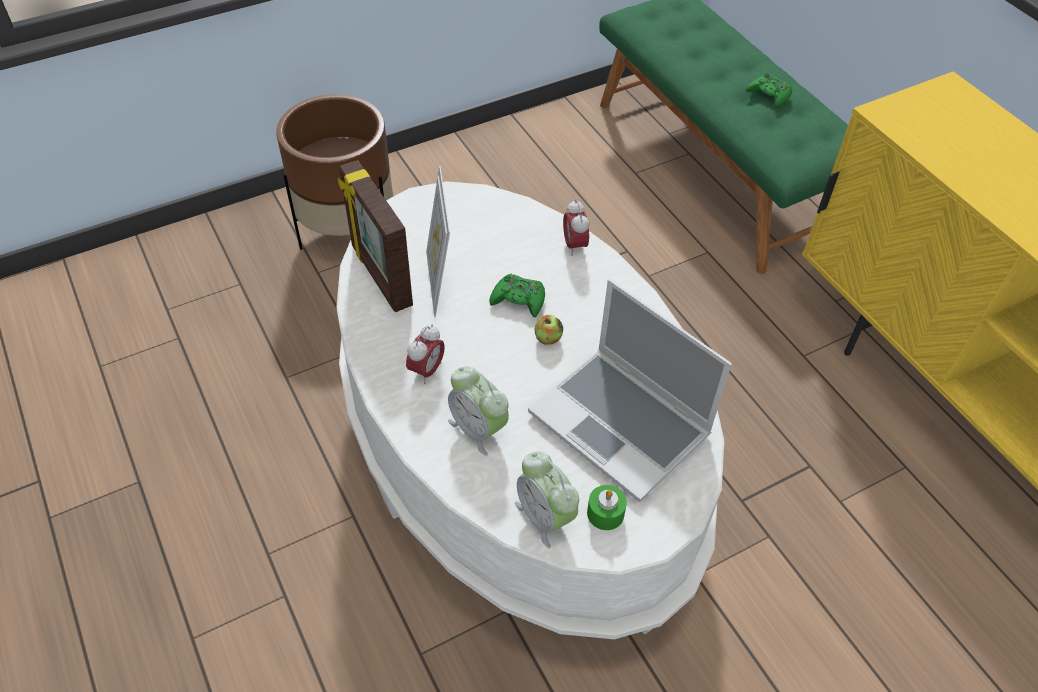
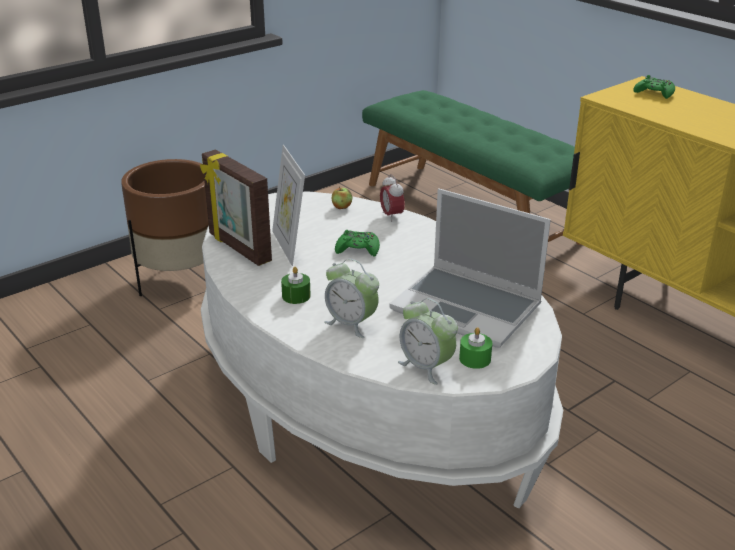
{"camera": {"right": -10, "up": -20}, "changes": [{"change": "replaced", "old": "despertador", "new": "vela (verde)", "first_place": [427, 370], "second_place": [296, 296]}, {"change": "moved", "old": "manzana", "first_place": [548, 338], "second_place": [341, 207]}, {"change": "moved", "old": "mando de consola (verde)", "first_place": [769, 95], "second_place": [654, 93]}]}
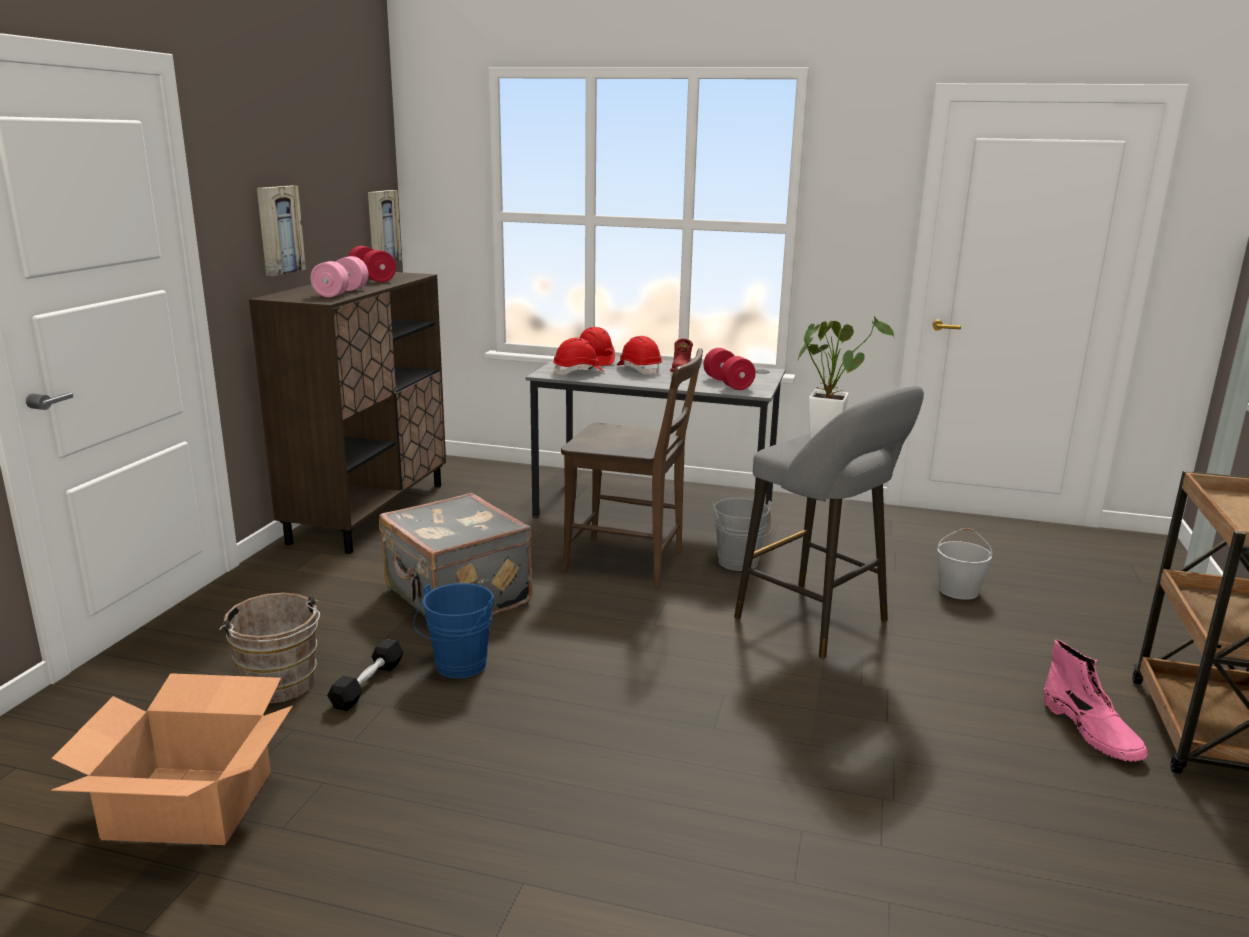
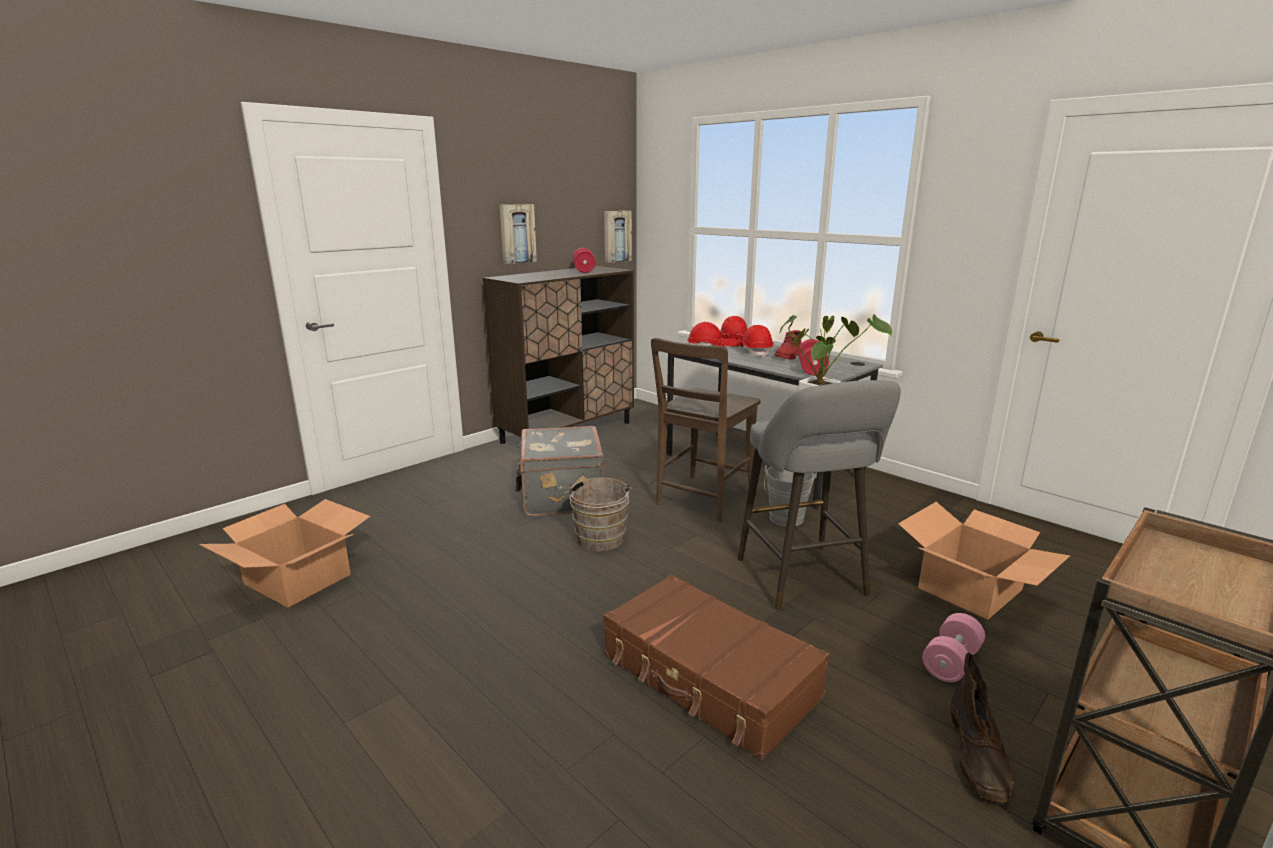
{"camera": {"right": 30, "up": 0}, "changes": [{"change": "moved", "old": "cubo (marrón)", "first_place": [280, 687], "second_place": [600, 541]}, {"change": "moved", "old": "mancuerna (rosa)", "first_place": [341, 293], "second_place": [951, 662]}, {"change": "removed", "old": "mancuerna (negro)", "first_place": [368, 684]}, {"change": "removed", "old": "cubo (azul)", "first_place": [458, 668]}, {"change": "turned", "old": "silla (marrón)", "first_place": [630, 562], "second_place": [702, 500], "degrees": 75}, {"change": "replaced", "old": "cubo (blanco)", "new": "caja de cartón", "first_place": [959, 590], "second_place": [971, 589]}, {"change": "recoloured", "old": "bota (rosa)", "new": "bota (marrón)", "first_place": [1091, 731], "second_place": [978, 756]}, {"change": "added", "new": "maleta (marrón)", "second_place": [708, 678]}]}
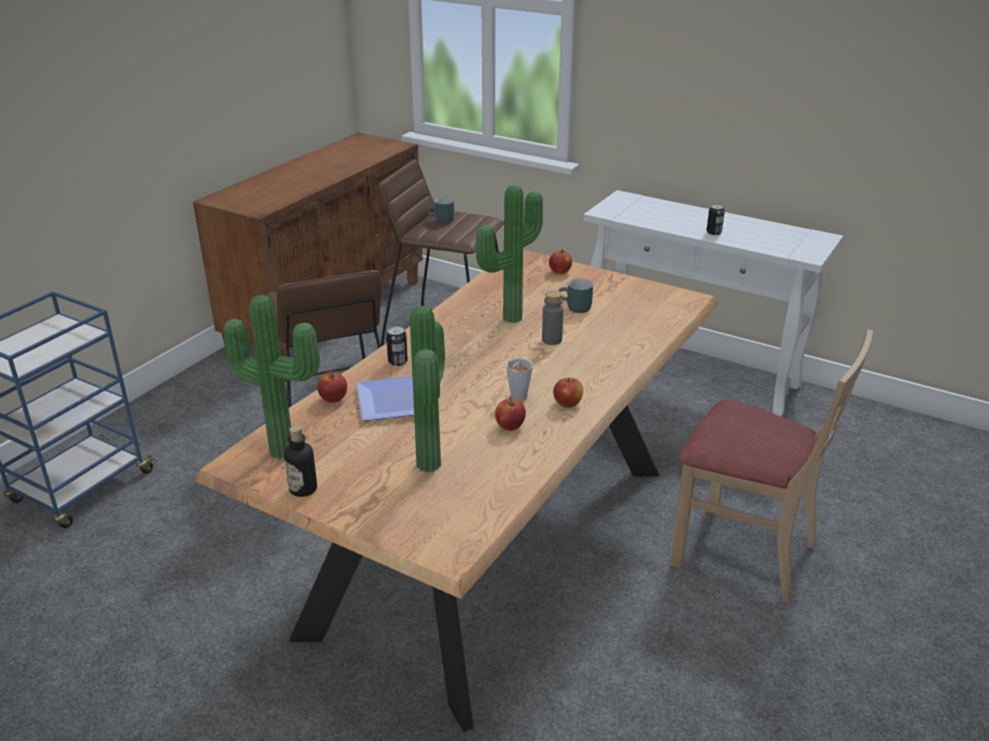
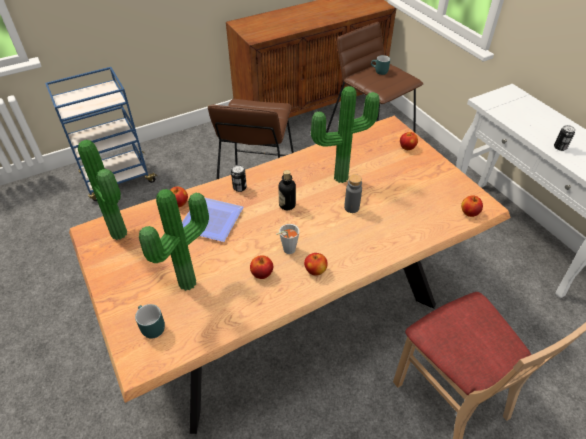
{"camera": {"right": 30, "up": 15}, "changes": [{"change": "moved", "old": "botella", "first_place": [303, 489], "second_place": [287, 205]}, {"change": "moved", "old": "taza grande (turquesa)", "first_place": [574, 308], "second_place": [150, 327]}, {"change": "added", "new": "manzana", "second_place": [469, 213]}]}
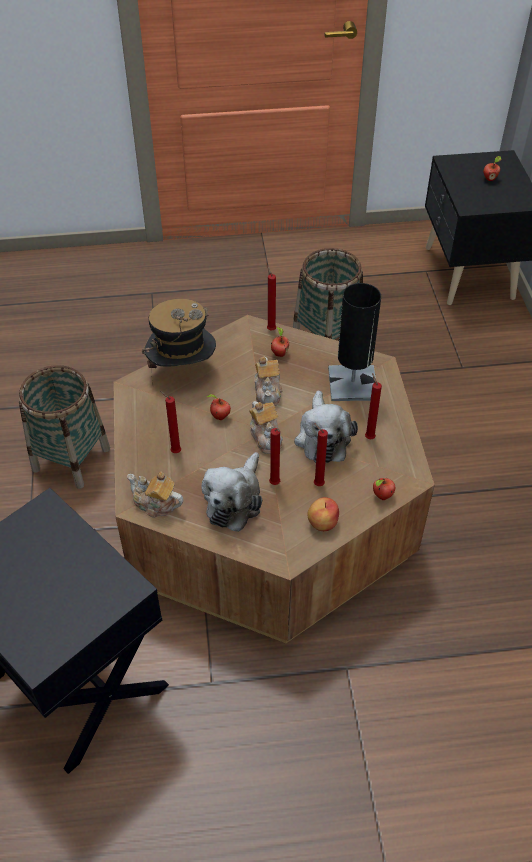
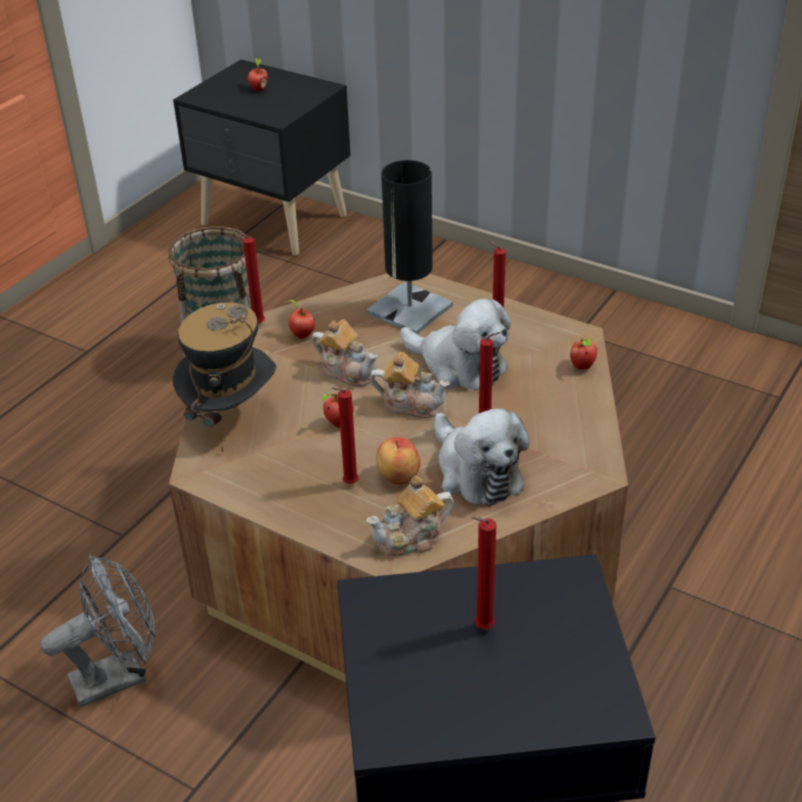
{"camera": {"right": -50, "up": -10}, "changes": [{"change": "replaced", "old": "cesta", "new": "ventilador (gris)", "first_place": [71, 459], "second_place": [119, 675]}, {"change": "moved", "old": "manzana", "first_place": [322, 522], "second_place": [397, 476]}, {"change": "moved", "old": "vela (rojo)", "first_place": [317, 484], "second_place": [481, 628]}]}
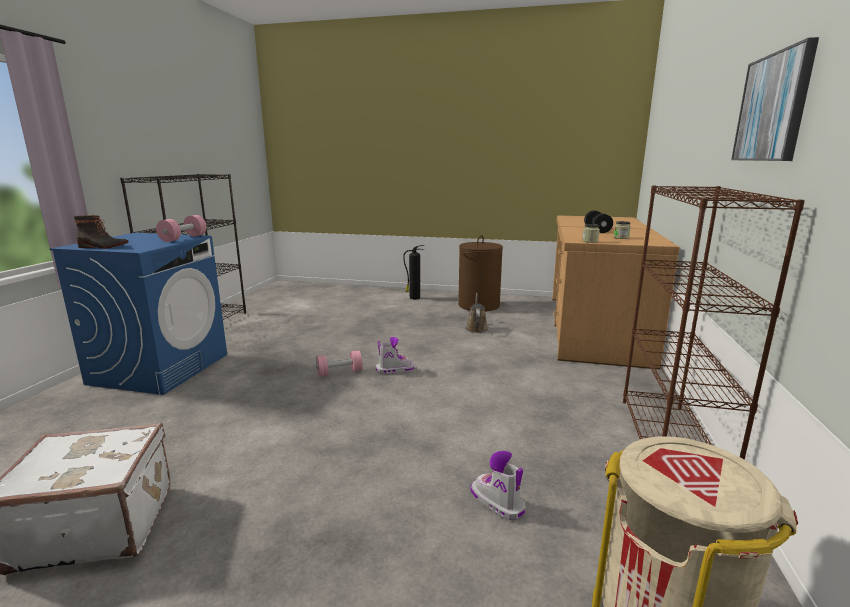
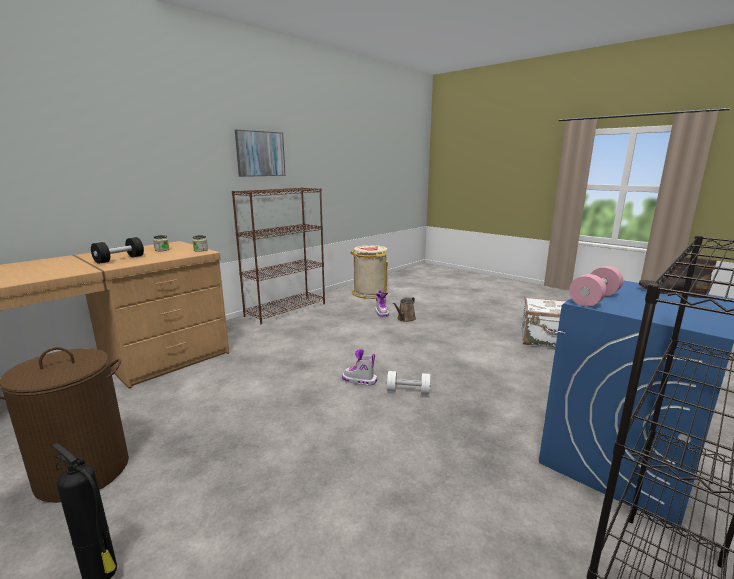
{"camera": {"right": -150, "up": 0}, "changes": [{"change": "recoloured", "old": "mancuerna (rosa)", "new": "mancuerna (blanco)", "first_place": [340, 372], "second_place": [408, 391]}, {"change": "moved", "old": "regadera (marrón)", "first_place": [476, 328], "second_place": [405, 319]}]}
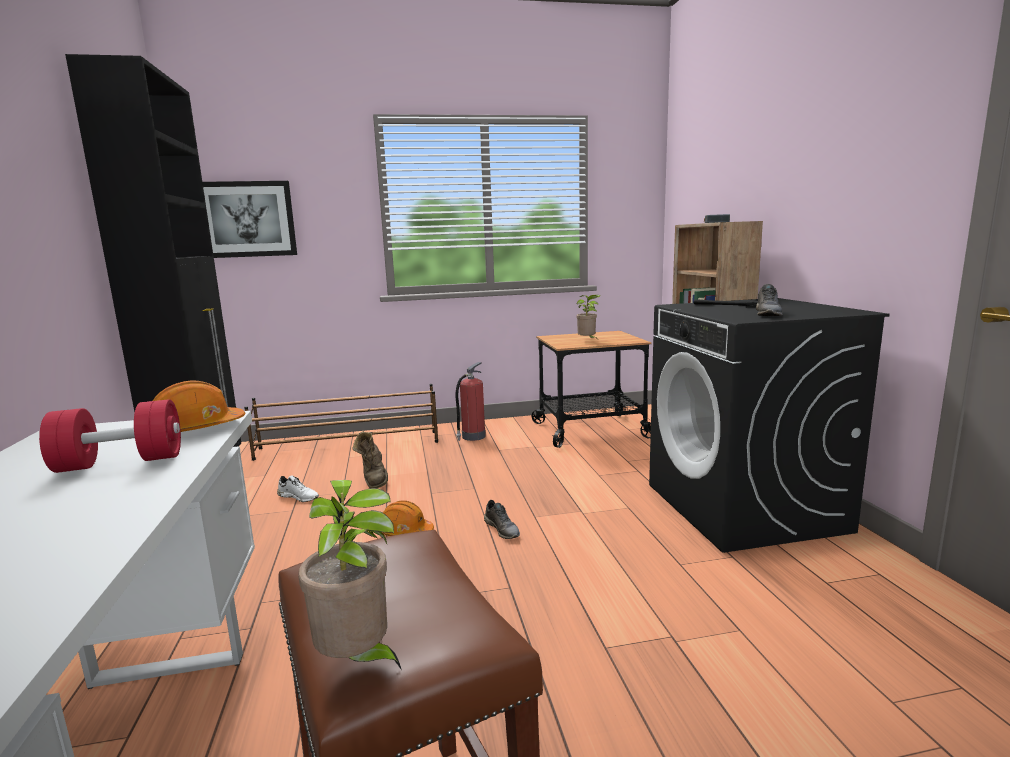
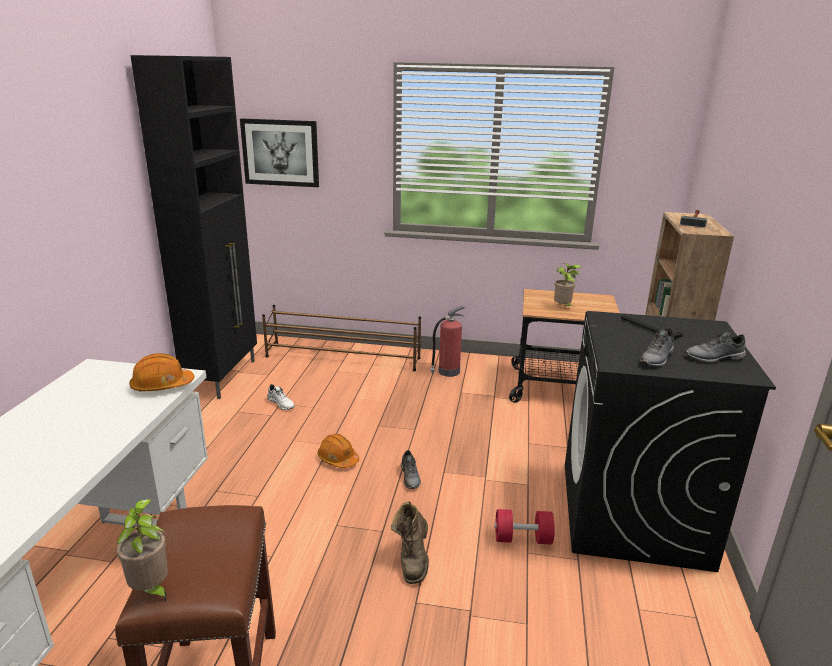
{"camera": {"right": 20, "up": 10}, "changes": [{"change": "moved", "old": "mancuerna (rojo)", "first_place": [121, 462], "second_place": [522, 538]}, {"change": "moved", "old": "bota (marrón)", "first_place": [374, 479], "second_place": [413, 560]}, {"change": "added", "new": "zapato (gris)", "second_place": [714, 358]}]}
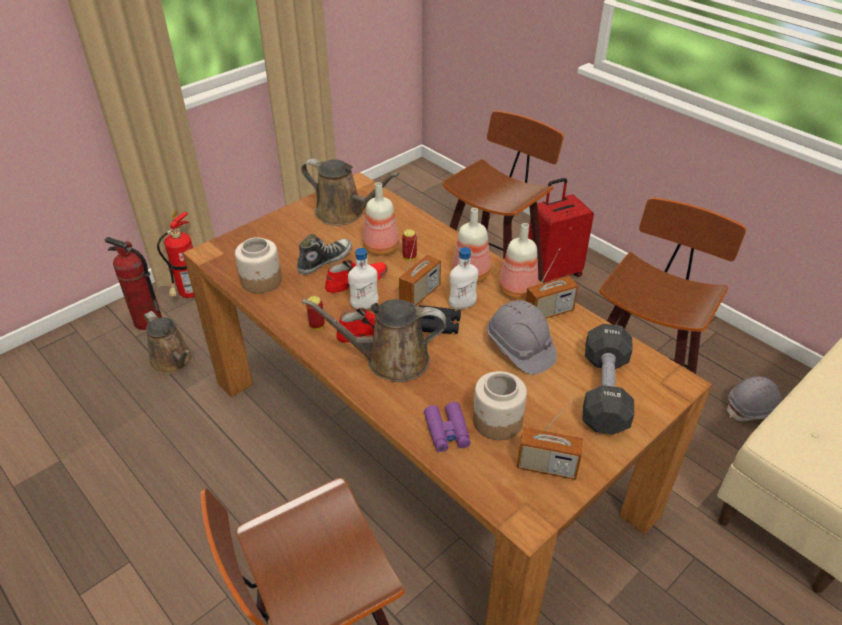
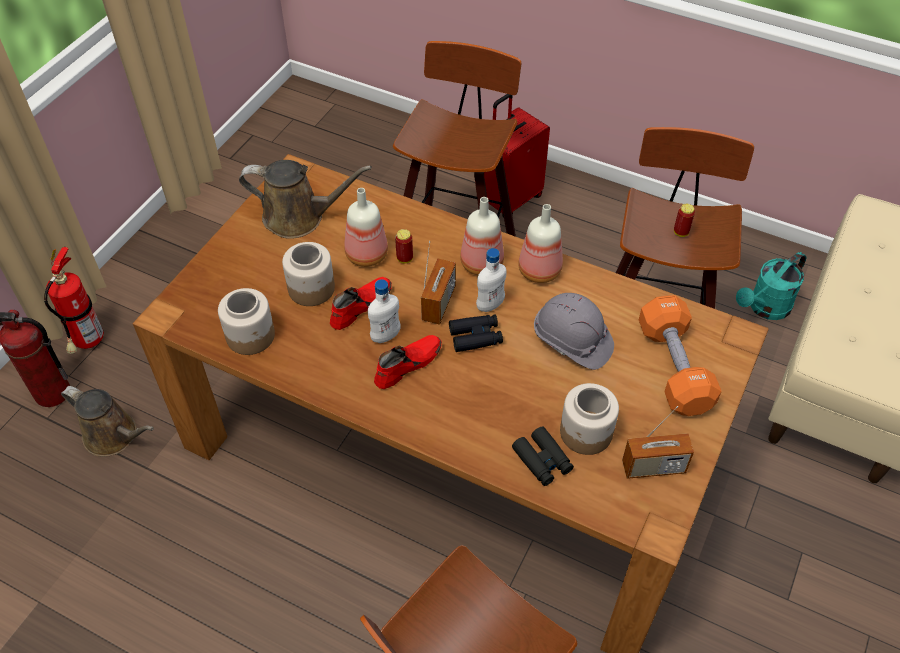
{"camera": {"right": -20, "up": 10}, "changes": [{"change": "replaced", "old": "zapato", "new": "tarro", "first_place": [325, 260], "second_place": [310, 289]}, {"change": "removed", "old": "regadera (marrón)", "first_place": [390, 360]}, {"change": "moved", "old": "lata", "first_place": [317, 326], "second_place": [681, 232]}, {"change": "recoloured", "old": "prismáticos (morado)", "new": "prismáticos (negro)", "first_place": [447, 432], "second_place": [542, 460]}, {"change": "removed", "old": "radio", "first_place": [549, 312]}, {"change": "recoloured", "old": "mancuerna (negro)", "new": "mancuerna (naranja)", "first_place": [604, 392], "second_place": [674, 368]}, {"change": "replaced", "old": "casco (gris)", "new": "regadera (turquesa)", "first_place": [753, 409], "second_place": [765, 308]}]}
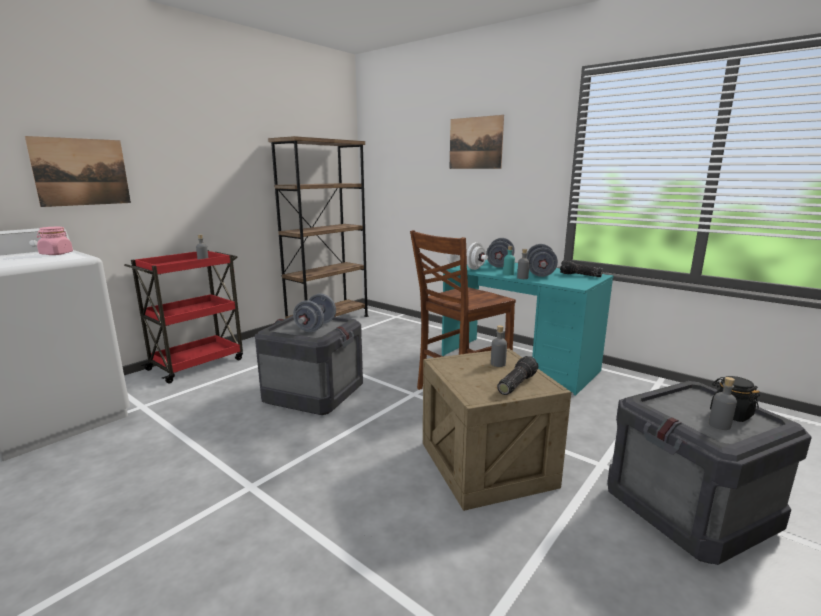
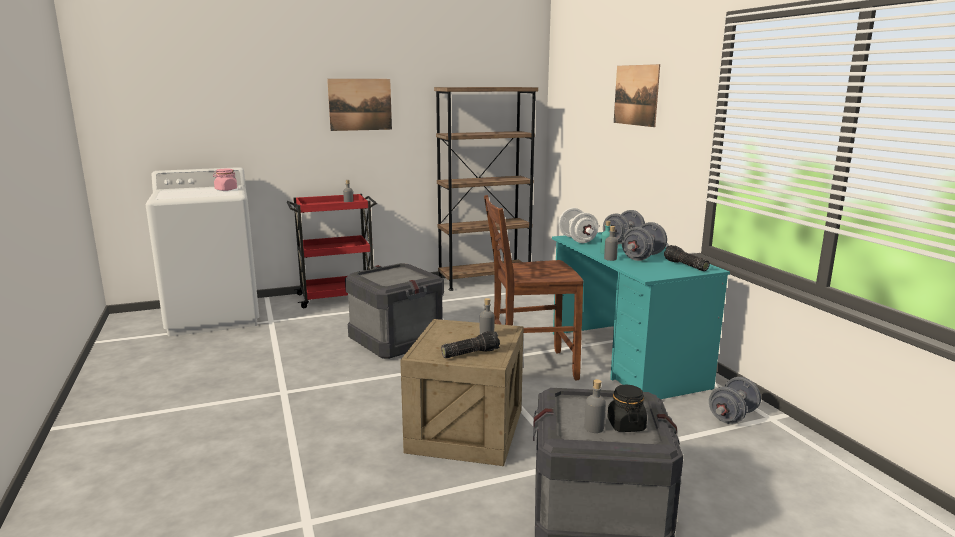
{"camera": {"right": 30, "up": 0}, "changes": [{"change": "moved", "old": "cuadro", "first_place": [81, 172], "second_place": [360, 104]}, {"change": "moved", "old": "mancuerna (gris)", "first_place": [316, 327], "second_place": [732, 416]}]}
